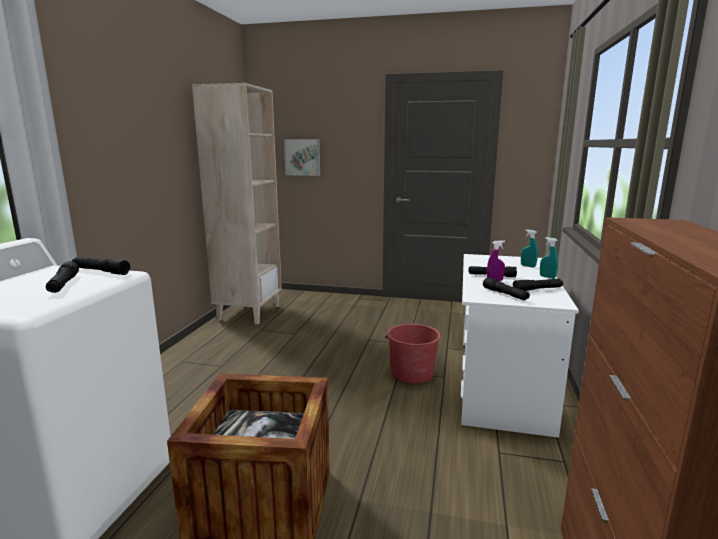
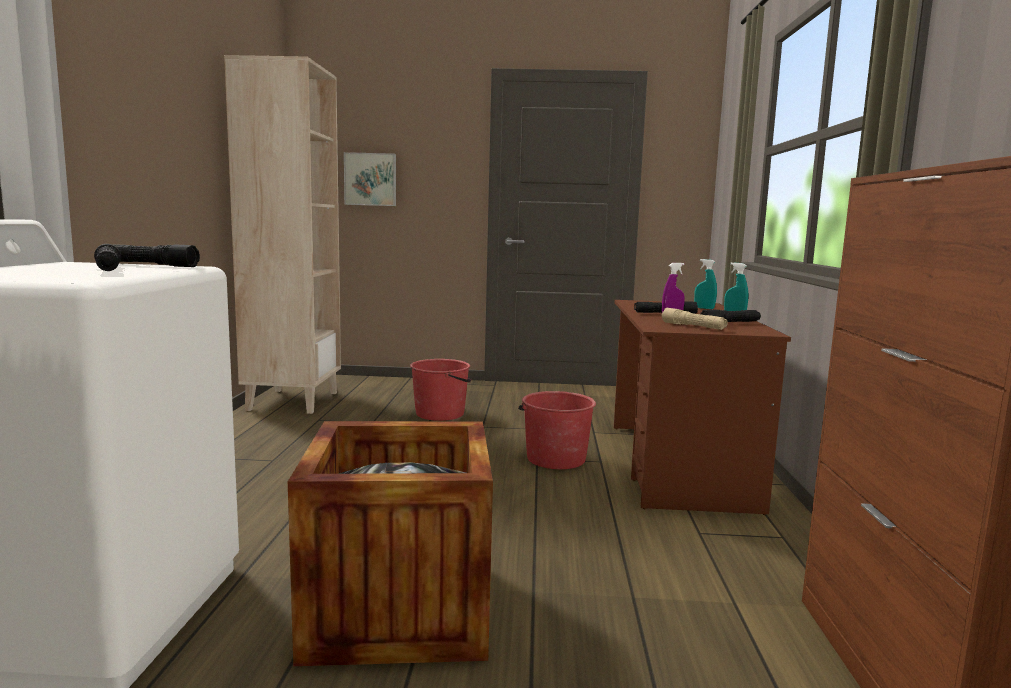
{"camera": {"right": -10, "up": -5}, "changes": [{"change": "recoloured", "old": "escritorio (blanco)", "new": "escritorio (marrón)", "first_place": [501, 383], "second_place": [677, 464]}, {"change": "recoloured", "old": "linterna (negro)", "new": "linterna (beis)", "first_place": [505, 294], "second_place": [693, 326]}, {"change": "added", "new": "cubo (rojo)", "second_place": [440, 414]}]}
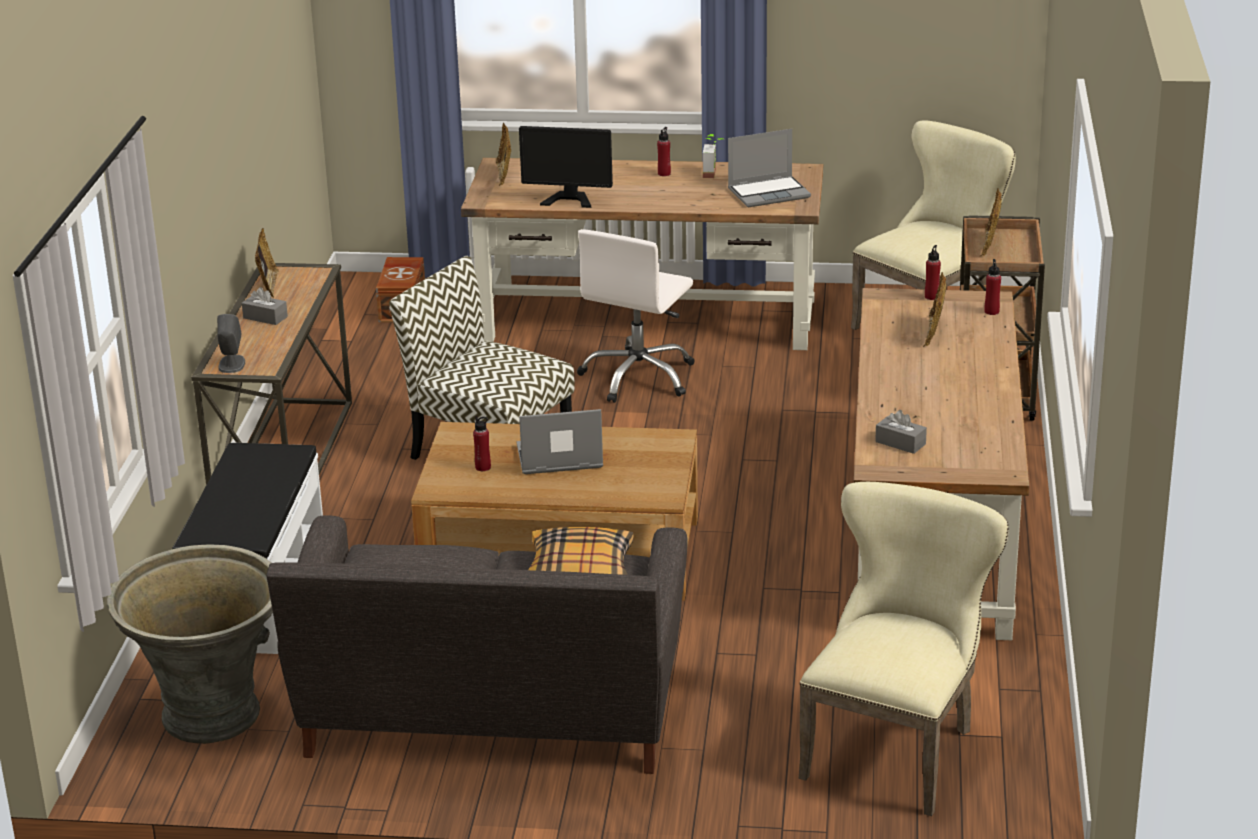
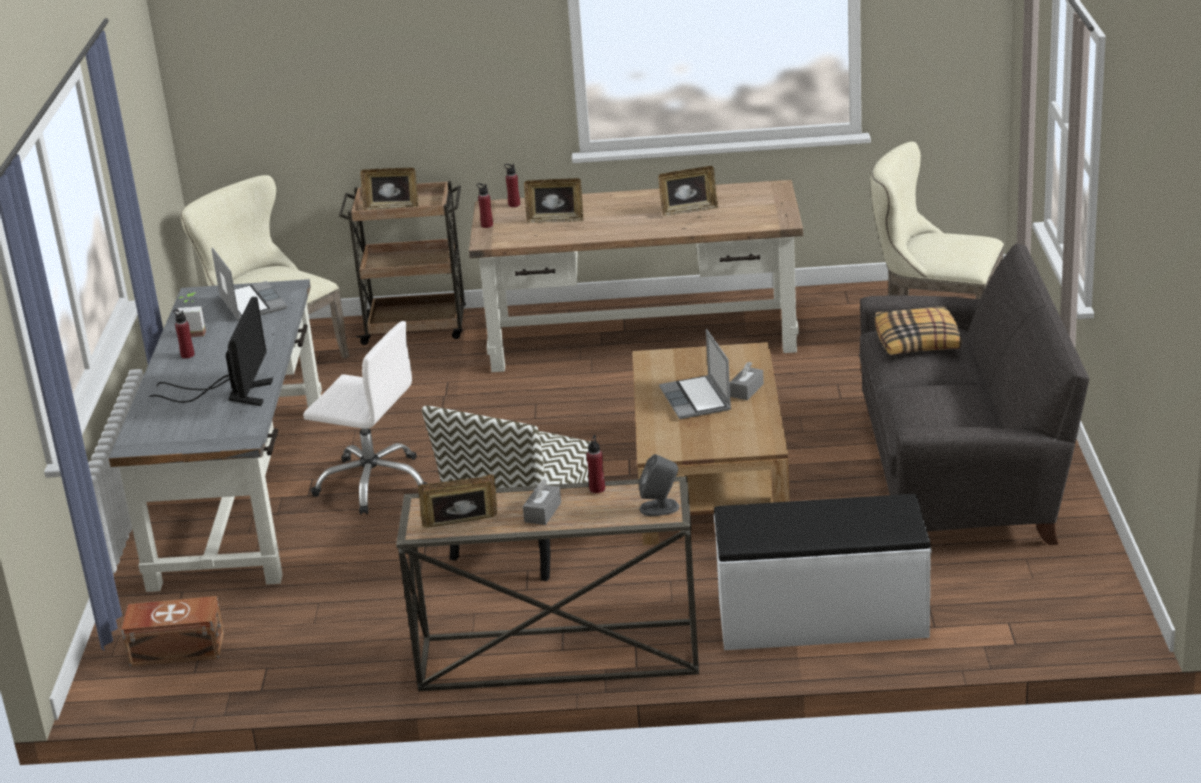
{"camera": {"right": -95, "up": 0}, "changes": [{"change": "removed", "old": "maceta (gris)", "first_place": [211, 717]}, {"change": "recoloured", "old": "escritorio (marrón)", "new": "escritorio (gris)", "first_place": [649, 318], "second_place": [240, 493]}, {"change": "moved", "old": "botella (rojo)", "first_place": [483, 467], "second_place": [597, 489]}, {"change": "moved", "old": "portarretratos", "first_place": [504, 175], "second_place": [688, 210]}, {"change": "moved", "old": "caja de pañuelos (gris)", "first_place": [900, 443], "second_place": [746, 390]}]}
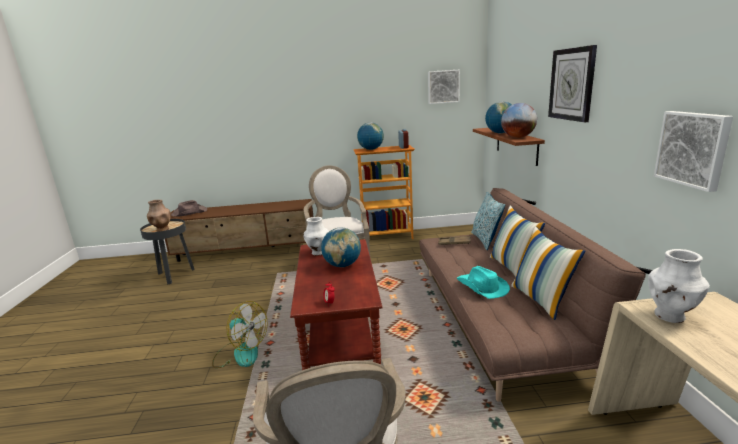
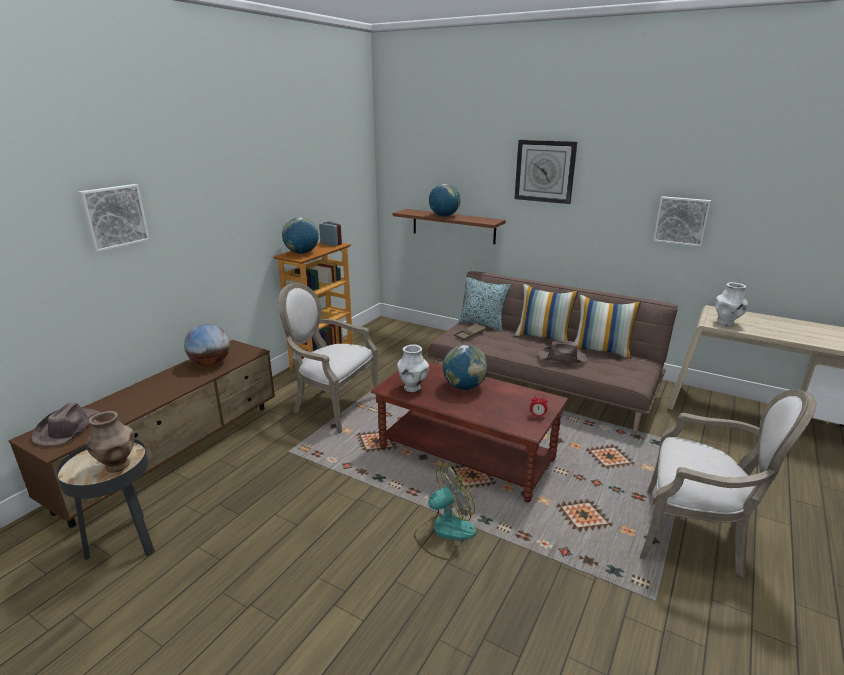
{"camera": {"right": -55, "up": 5}, "changes": [{"change": "moved", "old": "cuadro", "first_place": [443, 86], "second_place": [113, 216]}, {"change": "recoloured", "old": "sombrero (turquesa)", "new": "sombrero (marrón)", "first_place": [482, 287], "second_place": [563, 358]}, {"change": "moved", "old": "globo terráqueo", "first_place": [518, 137], "second_place": [210, 363]}]}
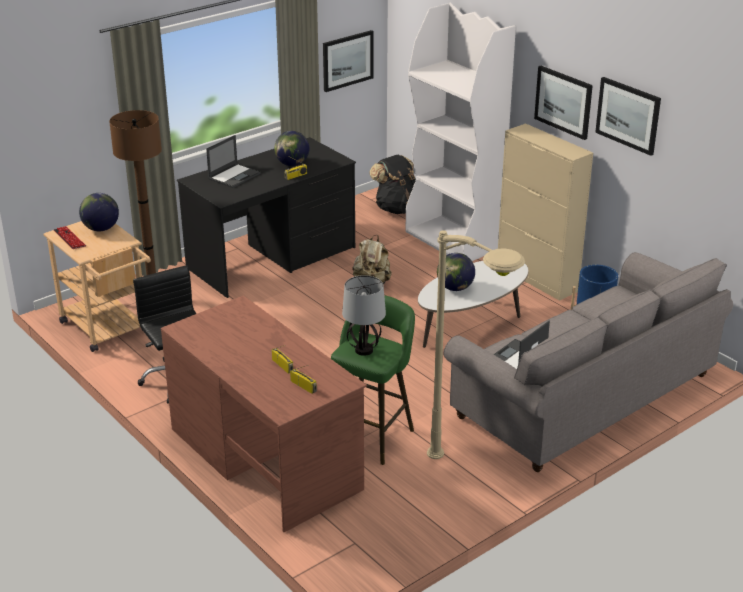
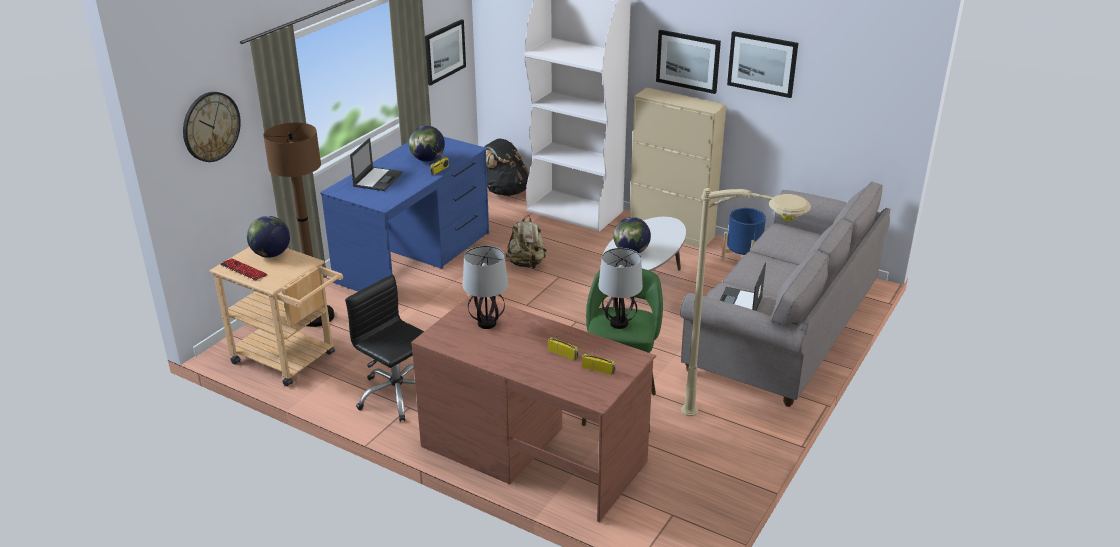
{"camera": {"right": -20, "up": 0}, "changes": [{"change": "recoloured", "old": "escritorio (negro)", "new": "escritorio (azul)", "first_place": [272, 258], "second_place": [415, 257]}, {"change": "added", "new": "reloj de pared", "second_place": [211, 126]}, {"change": "added", "new": "lámpara de mesa", "second_place": [487, 324]}]}
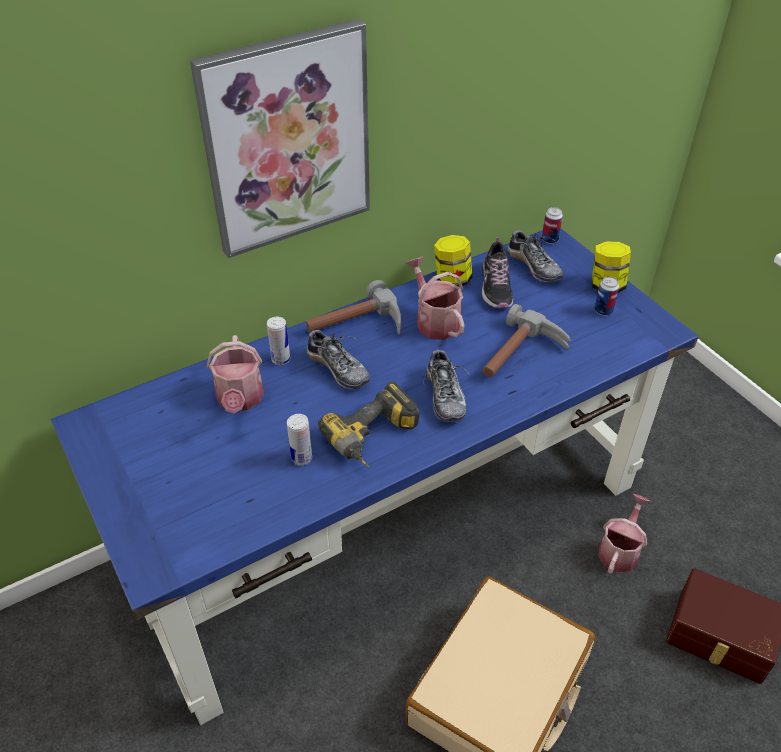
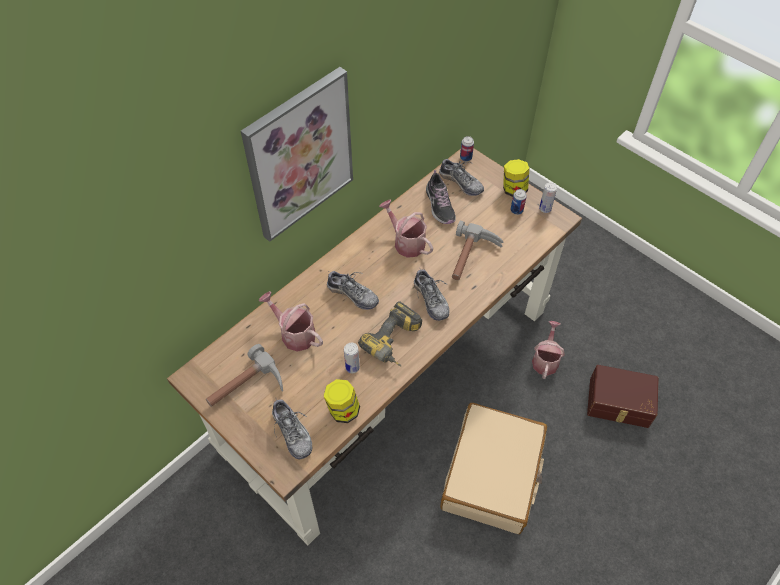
{"camera": {"right": -15, "up": 10}, "changes": [{"change": "recoloured", "old": "escritorio (azul)", "new": "escritorio (marrón)", "first_place": [391, 523], "second_place": [390, 376]}, {"change": "turned", "old": "regadera", "first_place": [240, 400], "second_place": [294, 333], "degrees": 150}, {"change": "moved", "old": "lata", "first_place": [281, 359], "second_place": [545, 209]}, {"change": "moved", "old": "martillo", "first_place": [357, 327], "second_place": [247, 389]}, {"change": "moved", "old": "tarro", "first_place": [452, 279], "second_place": [343, 410]}, {"change": "added", "new": "zapato", "second_place": [292, 432]}]}
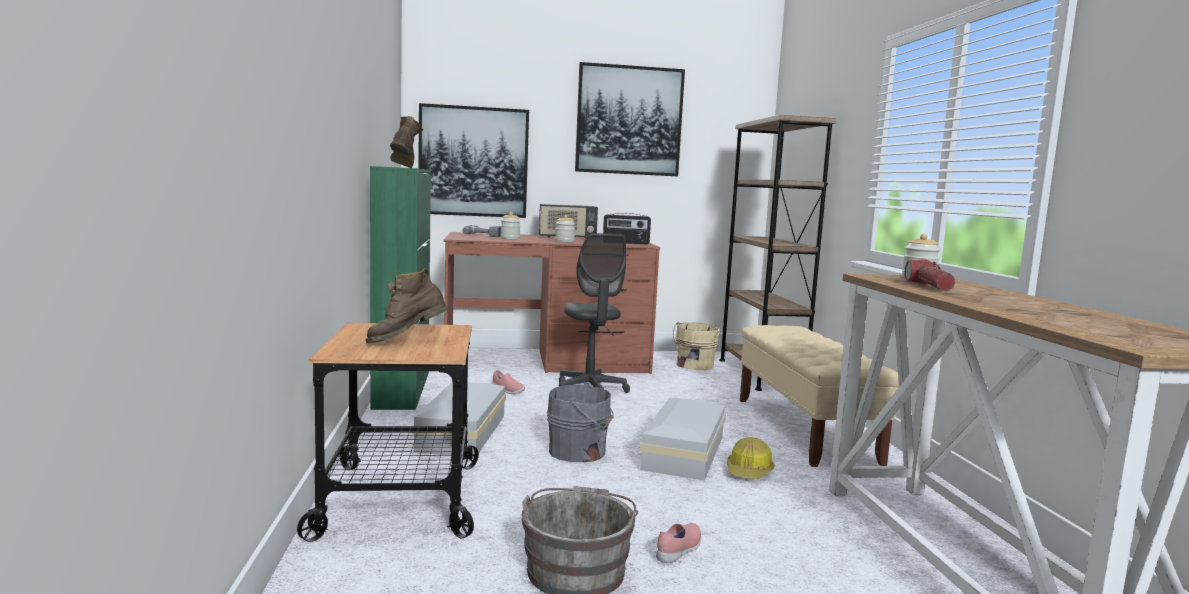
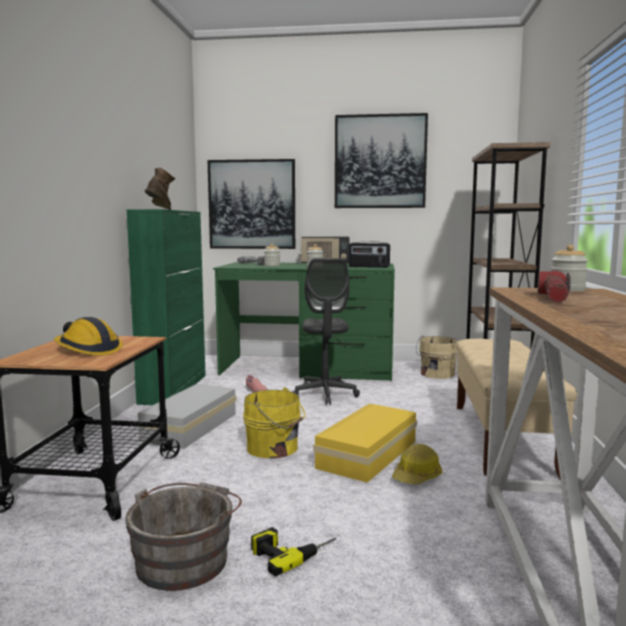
{"camera": {"right": 15, "up": 0}, "changes": [{"change": "replaced", "old": "bota (marrón)", "new": "casco", "first_place": [406, 341], "second_place": [87, 350]}, {"change": "recoloured", "old": "escritorio (marrón)", "new": "escritorio (verde)", "first_place": [546, 361], "second_place": [308, 368]}, {"change": "recoloured", "old": "cubo (gris)", "new": "cubo (amarillo)", "first_place": [580, 452], "second_place": [274, 449]}, {"change": "recoloured", "old": "caja de almacenaje (blanco)", "new": "caja de almacenaje (amarillo)", "first_place": [686, 452], "second_place": [370, 454]}, {"change": "replaced", "old": "zapato (rosa)", "new": "taladro", "first_place": [679, 551], "second_place": [291, 551]}]}
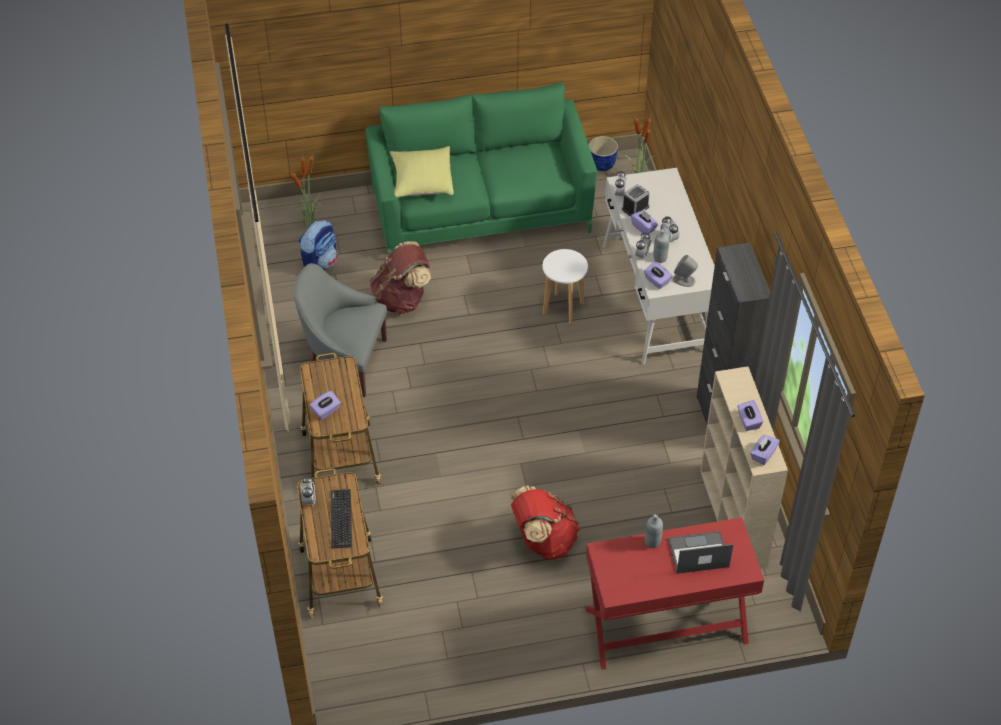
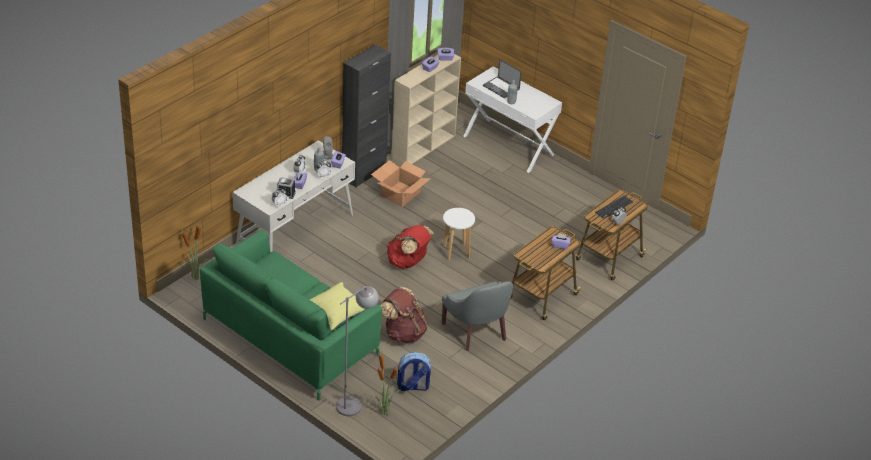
{"camera": {"right": -130, "up": -10}, "changes": [{"change": "moved", "old": "mochila (rojo)", "first_place": [543, 540], "second_place": [408, 262]}, {"change": "moved", "old": "taburete (blanco)", "first_place": [563, 308], "second_place": [456, 252]}, {"change": "recoloured", "old": "escritorio (rojo)", "new": "escritorio (blanco)", "first_place": [666, 626], "second_place": [509, 145]}, {"change": "removed", "old": "maceta", "first_place": [602, 165]}, {"change": "added", "new": "lámpara de pie (gris)", "second_place": [355, 402]}, {"change": "added", "new": "caja de cartón", "second_place": [400, 194]}]}
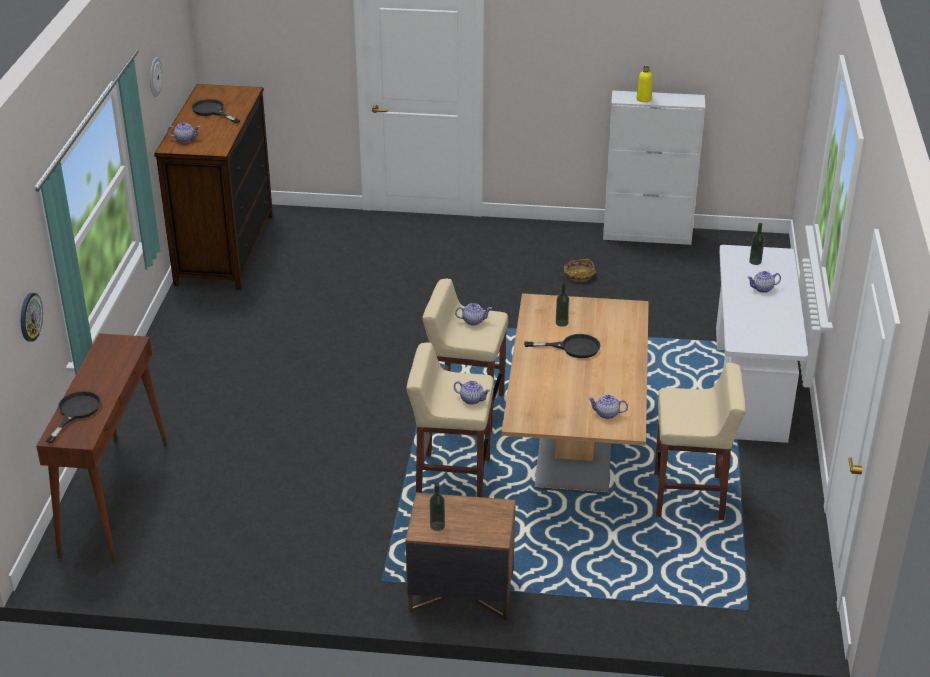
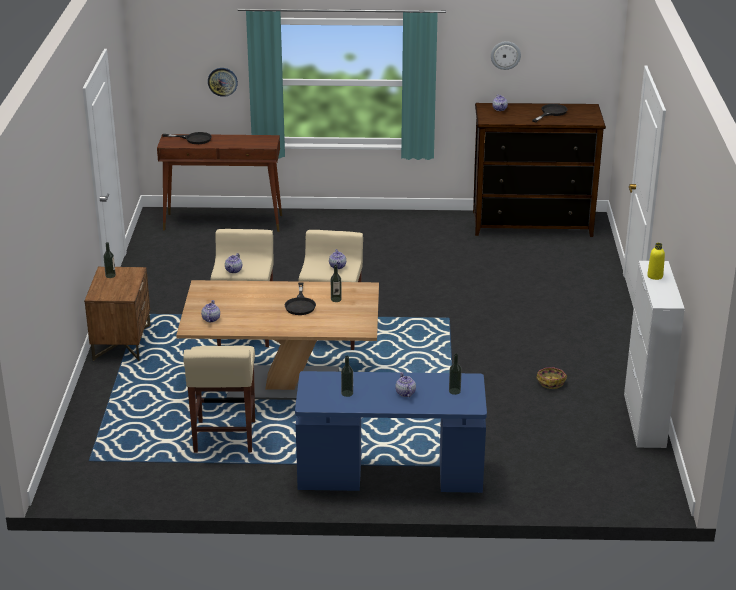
{"camera": {"right": 85, "up": -5}, "changes": [{"change": "recoloured", "old": "escritorio (blanco)", "new": "escritorio (azul)", "first_place": [750, 383], "second_place": [390, 475]}, {"change": "added", "new": "botella", "second_place": [347, 393]}]}
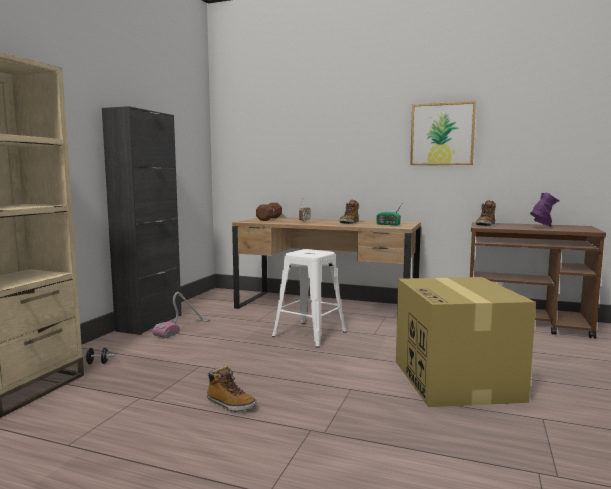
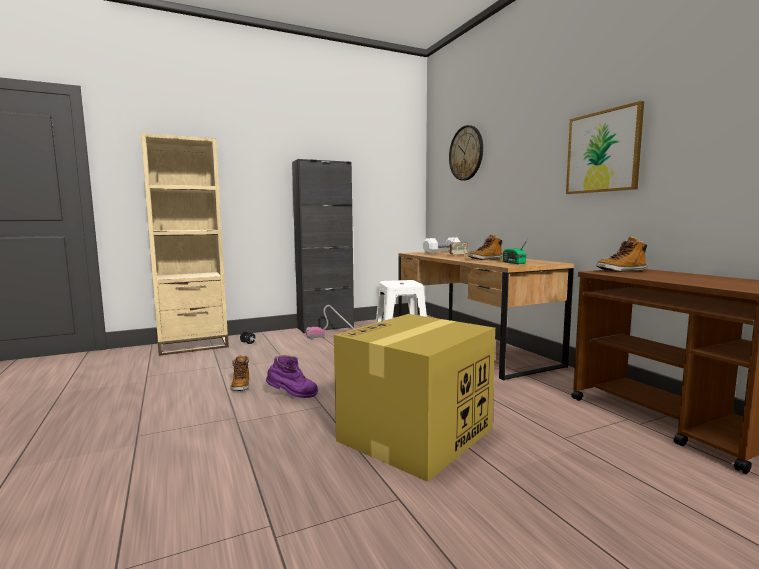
{"camera": {"right": 45, "up": 0}, "changes": [{"change": "recoloured", "old": "mancuerna (marrón)", "new": "mancuerna (blanco)", "first_place": [269, 219], "second_place": [441, 252]}, {"change": "moved", "old": "bota (morado)", "first_place": [542, 227], "second_place": [292, 396]}, {"change": "added", "new": "reloj de pared", "second_place": [466, 153]}]}
